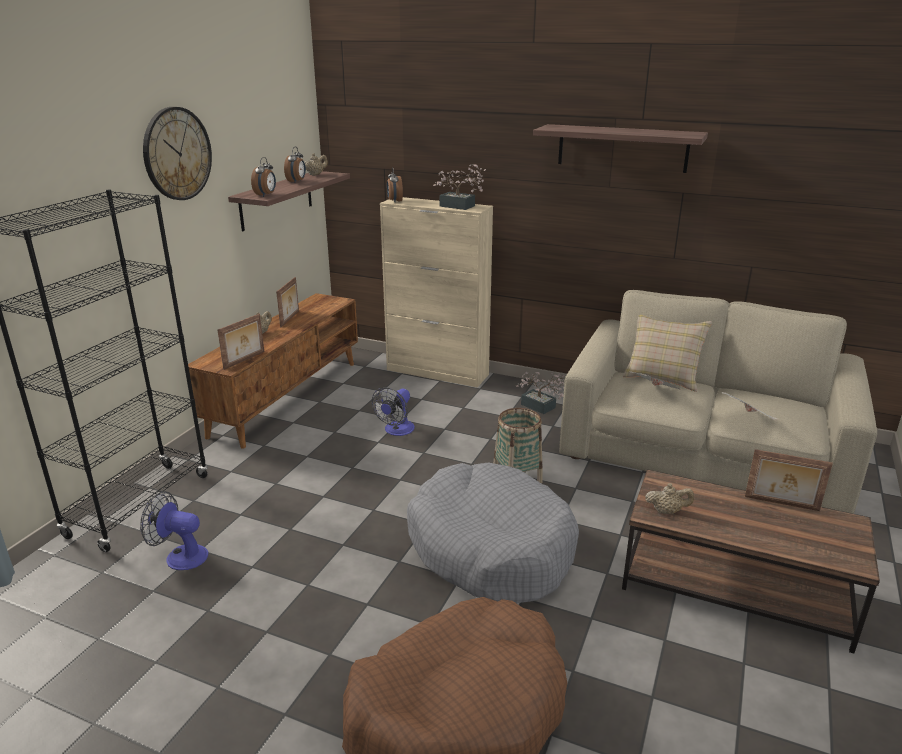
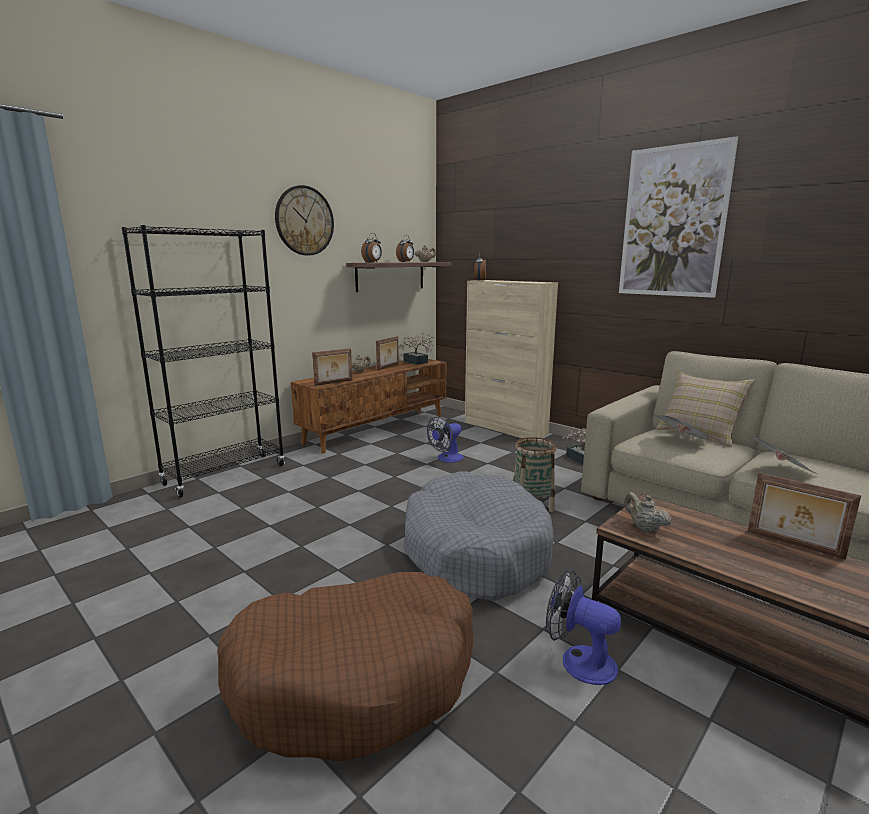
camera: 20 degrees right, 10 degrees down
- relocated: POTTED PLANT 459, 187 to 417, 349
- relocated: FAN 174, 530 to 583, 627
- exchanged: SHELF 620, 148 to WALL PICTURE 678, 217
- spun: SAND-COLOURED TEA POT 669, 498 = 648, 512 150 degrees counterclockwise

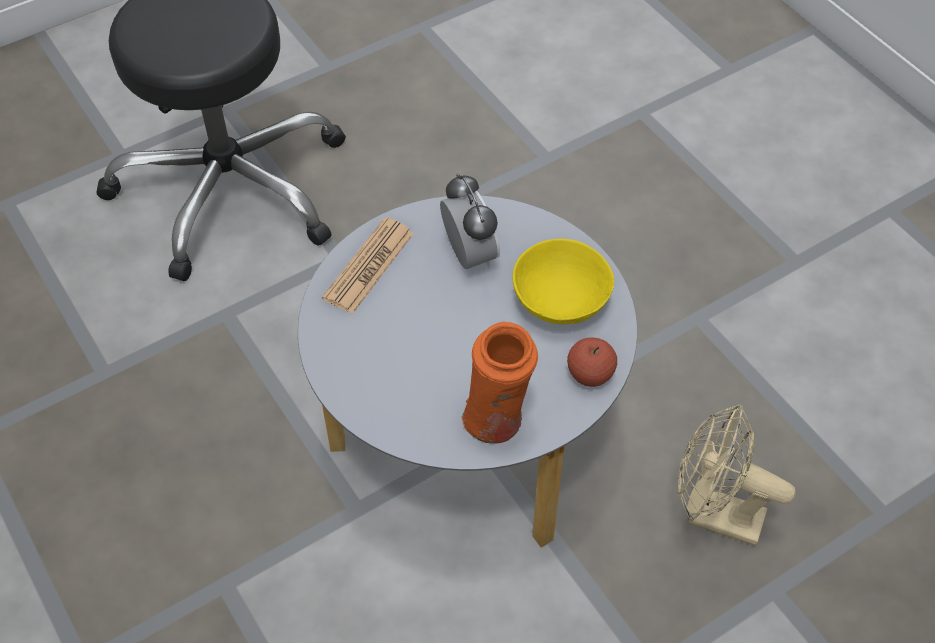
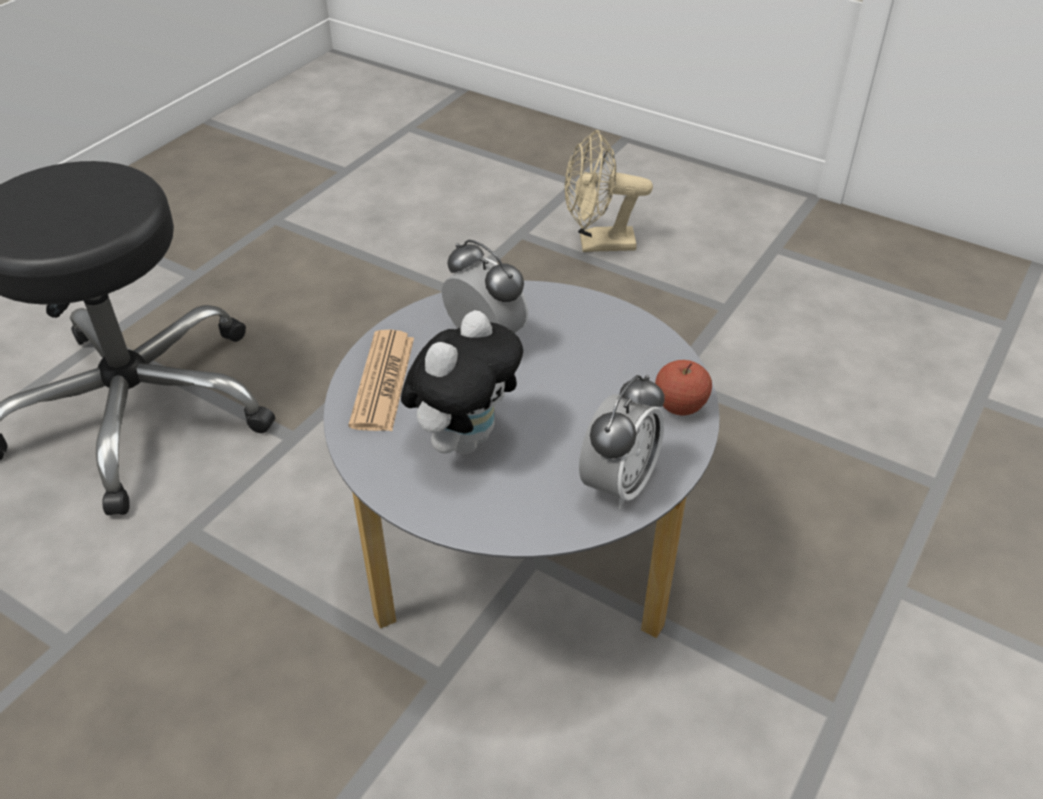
camera: 25 degrees left, 10 degrees down
- appeared: SOFT TOY 462, 382
- relocated: SAND-COLOURED FAN 736, 475 to 609, 191
- exchanged: ORANGE DECORATIVE VASE 499, 383 to BEDSIDE CLOCK 622, 442
- missing: YELLOW SERVING BOWL 563, 281

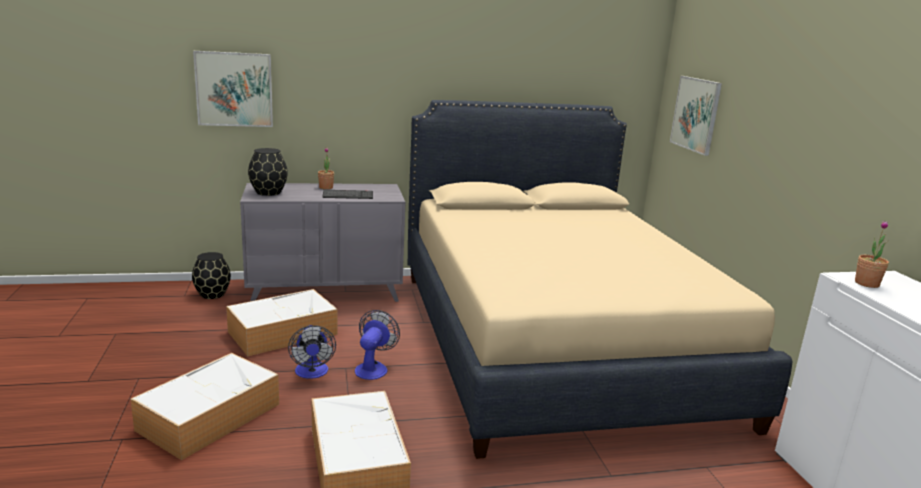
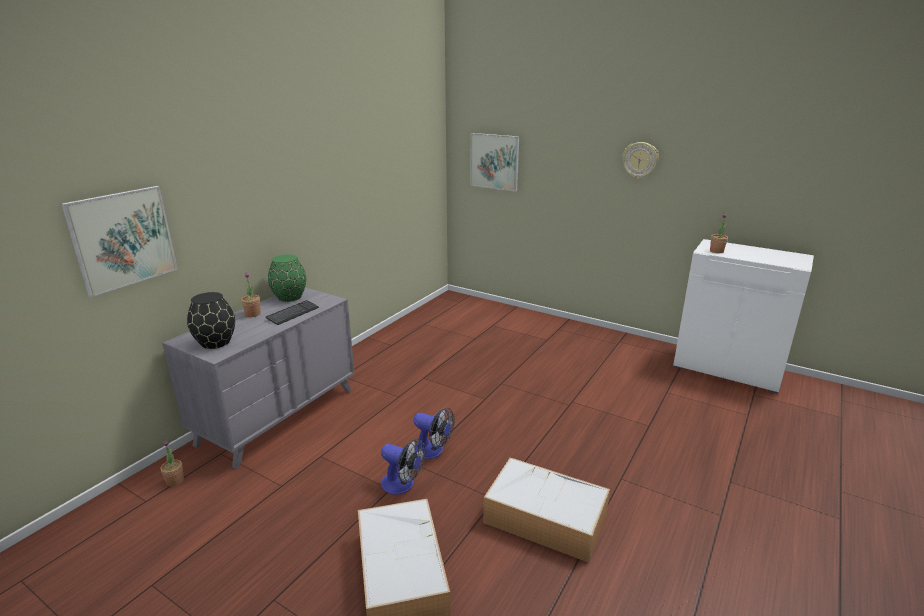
camera: 45 degrees left, 5 degrees up
- exchanged: BLACK DECORATIVE VASE 211, 275 to POTTED PLANT 172, 463
- appeared: GREENISH DECORATIVE VASE 287, 278
- spun: FAN 377, 345 = 433, 433 150 degrees clockwise
- appeared: WALL CLOCK 640, 160
- missing: STORAGE BOX 281, 322
- missing: SAND-COLOURED SLEEPING BED 599, 279

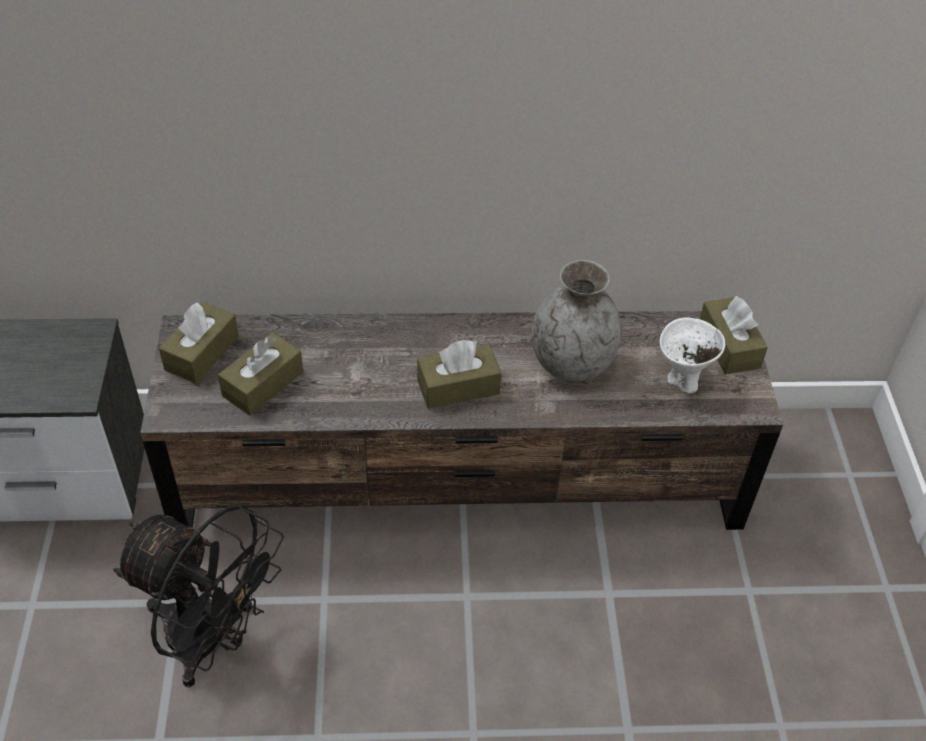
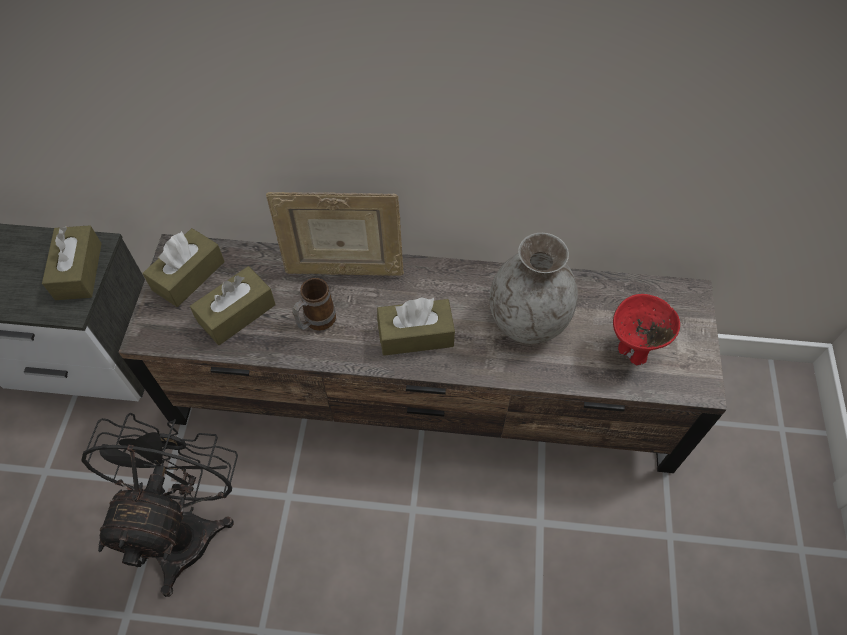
camera: 10 degrees right, 10 degrees up
- relocated: BROWN-COLOURED TISSUE HOLDER 734, 335 to 72, 262
- spun: BLACK FAN 198, 596 = 159, 505 120 degrees counterclockwise
- appeared: PICTURE FRAME 335, 234
- appeared: TEA MUG 314, 304
- colour: WHITE SERVING BOWL 692, 355 to RED SERVING BOWL 646, 330

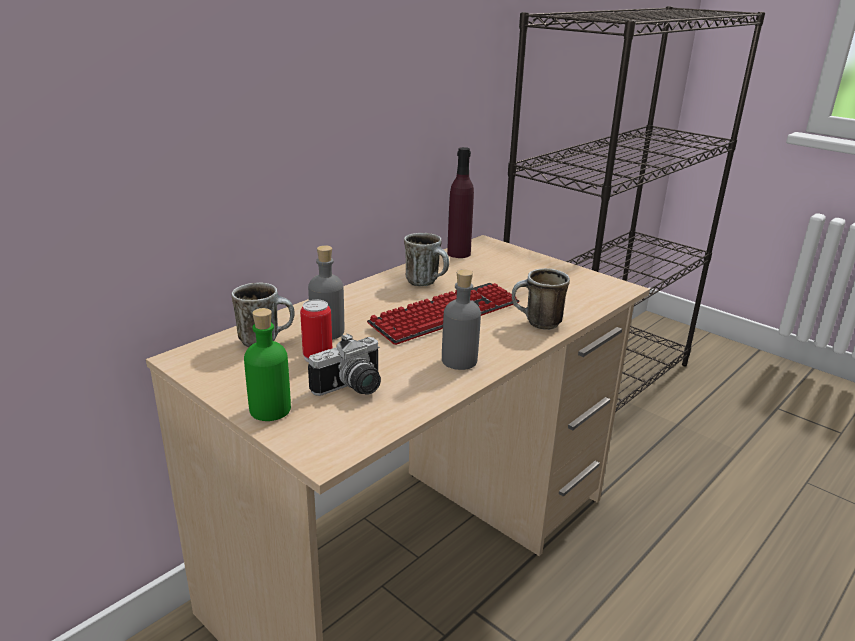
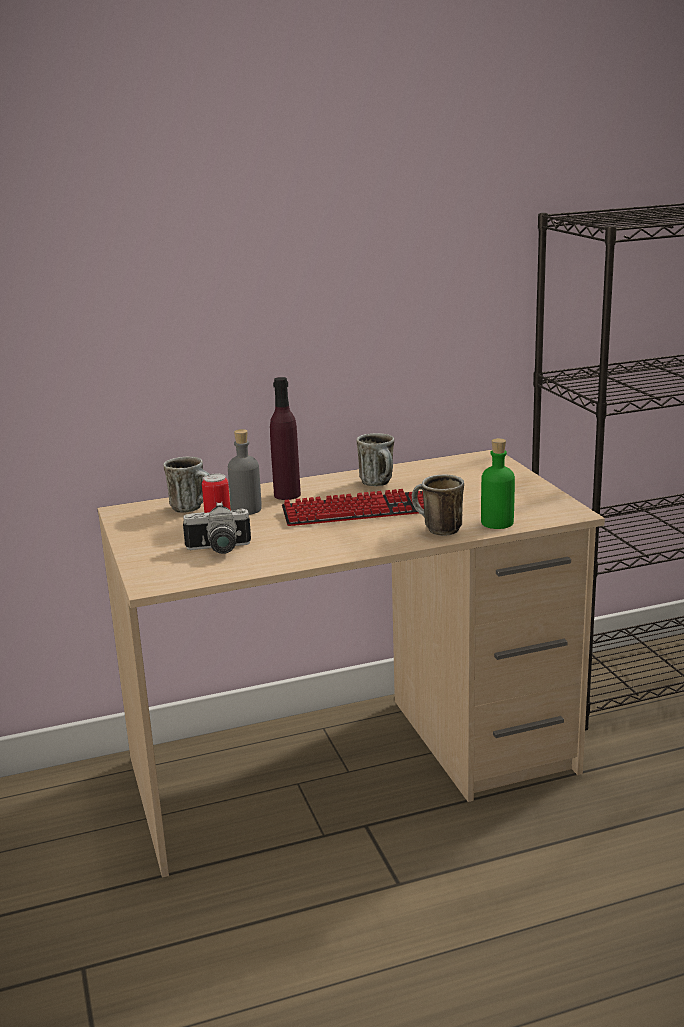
camera: 30 degrees right, 5 degrees down
- relocated: PURPLISH BOTTLE 460, 202 to 285, 438
- relocated: GREENISH BOTTLE 267, 364 to 498, 483
- missing: GREY BOTTLE 461, 319

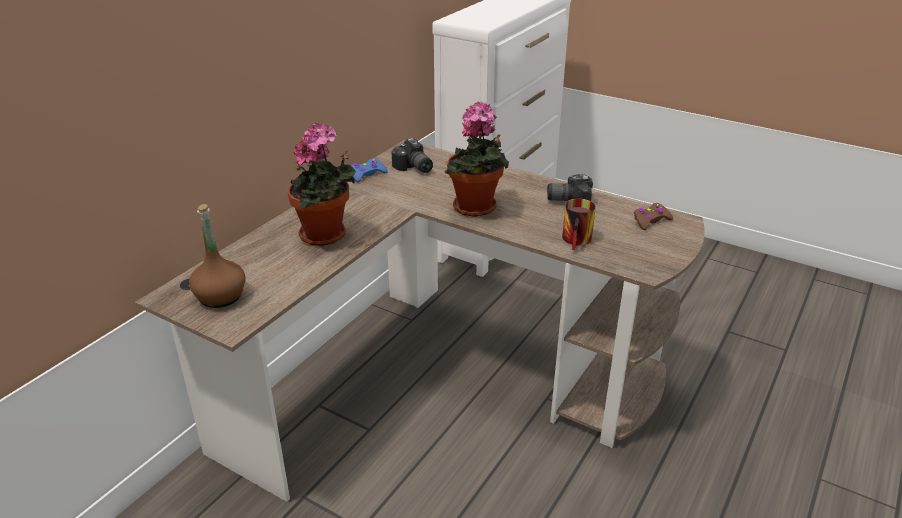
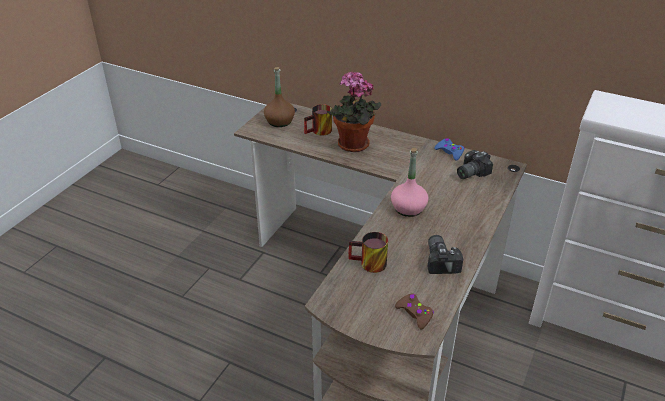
camera: 85 degrees right, 5 degrees up
- appeared: TEA MUG 318, 119
- exchanged: POTTED PLANT 476, 159 to PINK-COLOURED BOTTLE 410, 182

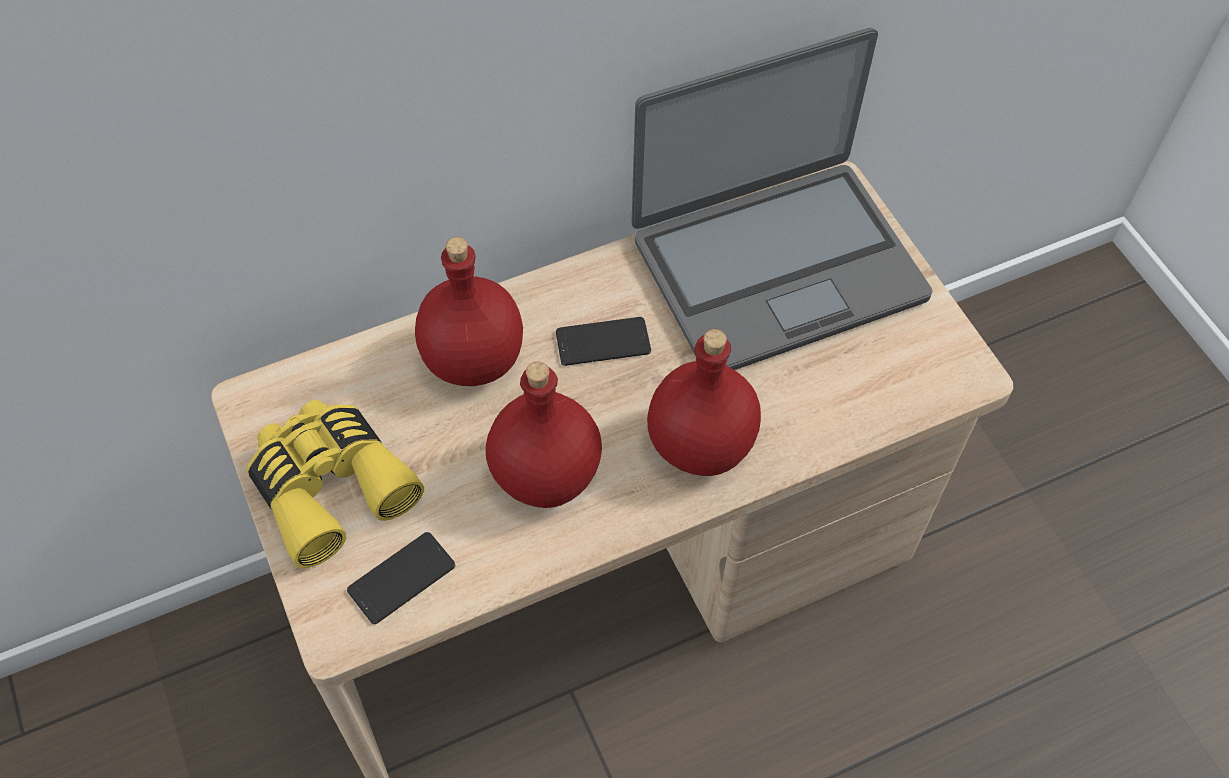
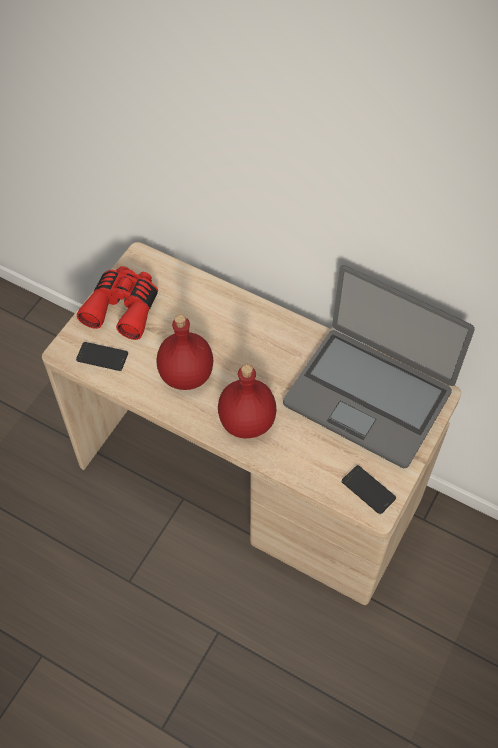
camera: 55 degrees right, 0 degrees up
- colour: YELLOW FIELD GLASSES 335, 484 to RED FIELD GLASSES 117, 303
- relocated: PHONE 603, 341 to 368, 489
- missing: RED BOTTLE 469, 311

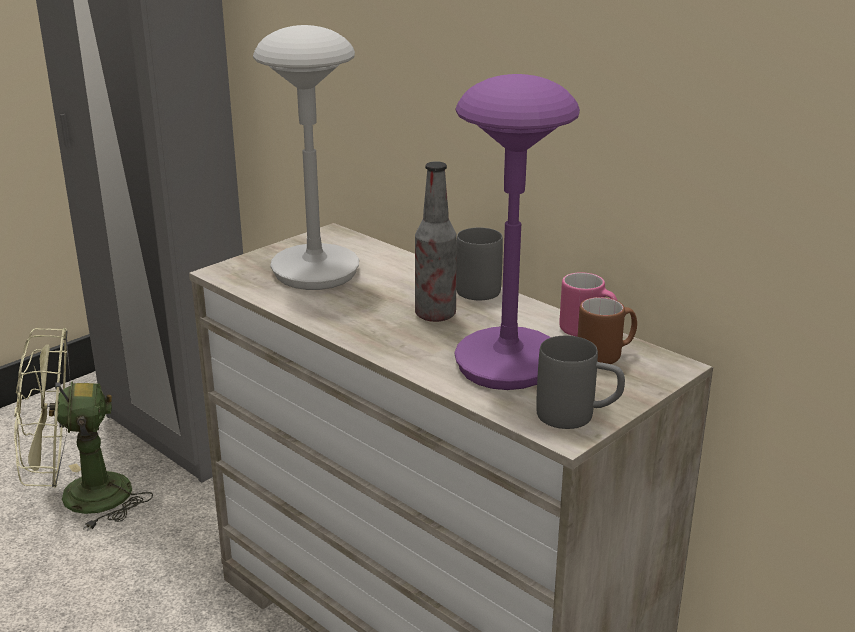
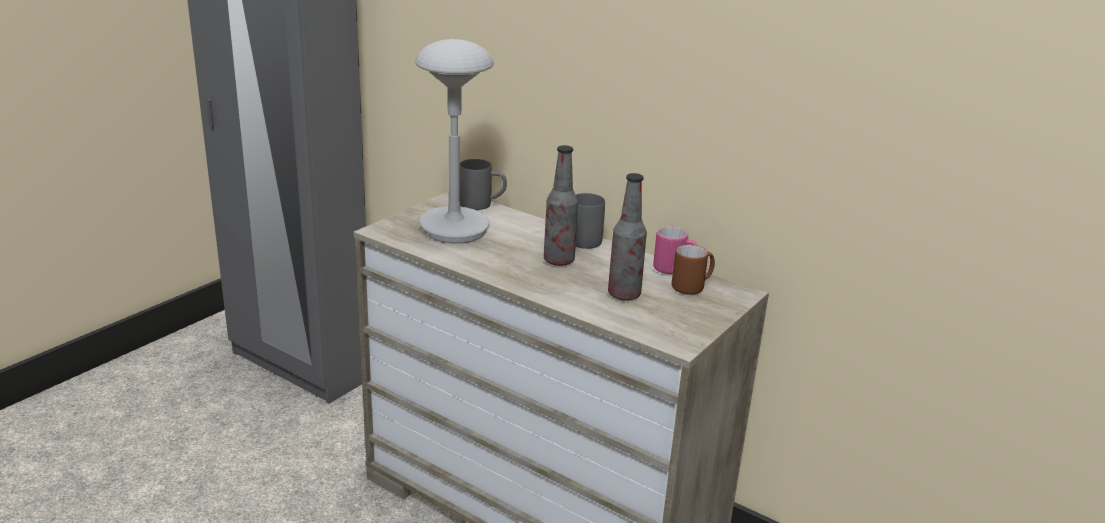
camera: 10 degrees left, 0 degrees up
- relocated: GREY TEA MUG 580, 382 to 483, 184
- exchanged: PURPLISH TABLE LAMP 517, 232 to BOTTLE 627, 236
- missing: GREENISH FAN 83, 429

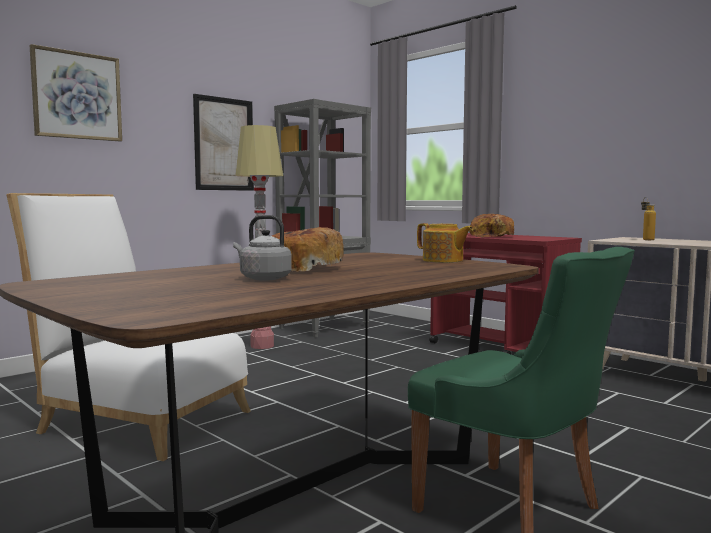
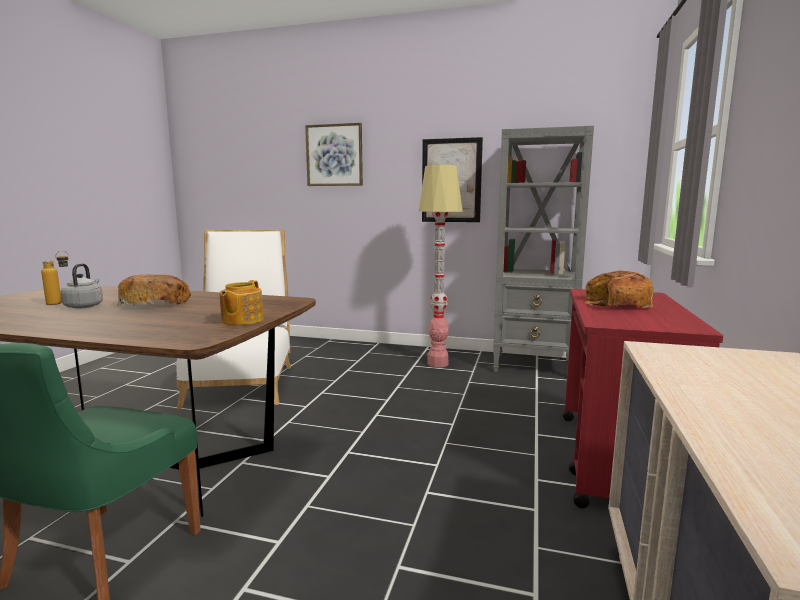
camera: 60 degrees right, 5 degrees up
- relocated: BOTTLE 648, 218 to 55, 278

